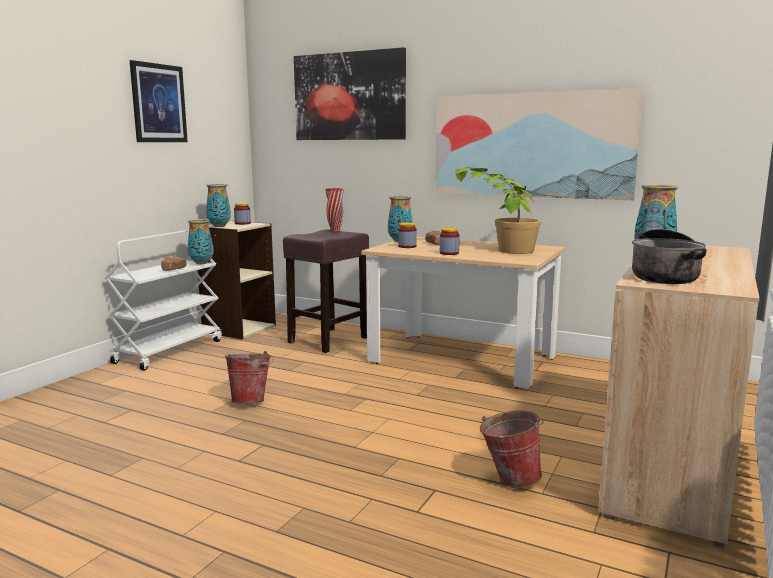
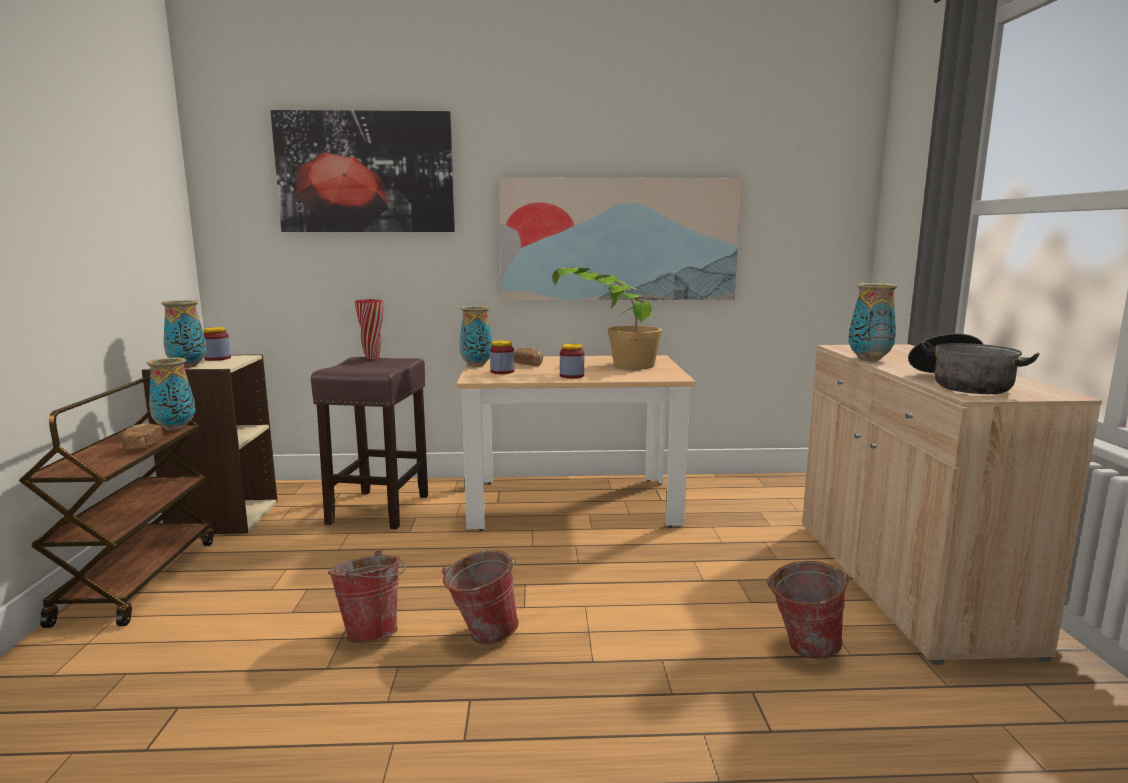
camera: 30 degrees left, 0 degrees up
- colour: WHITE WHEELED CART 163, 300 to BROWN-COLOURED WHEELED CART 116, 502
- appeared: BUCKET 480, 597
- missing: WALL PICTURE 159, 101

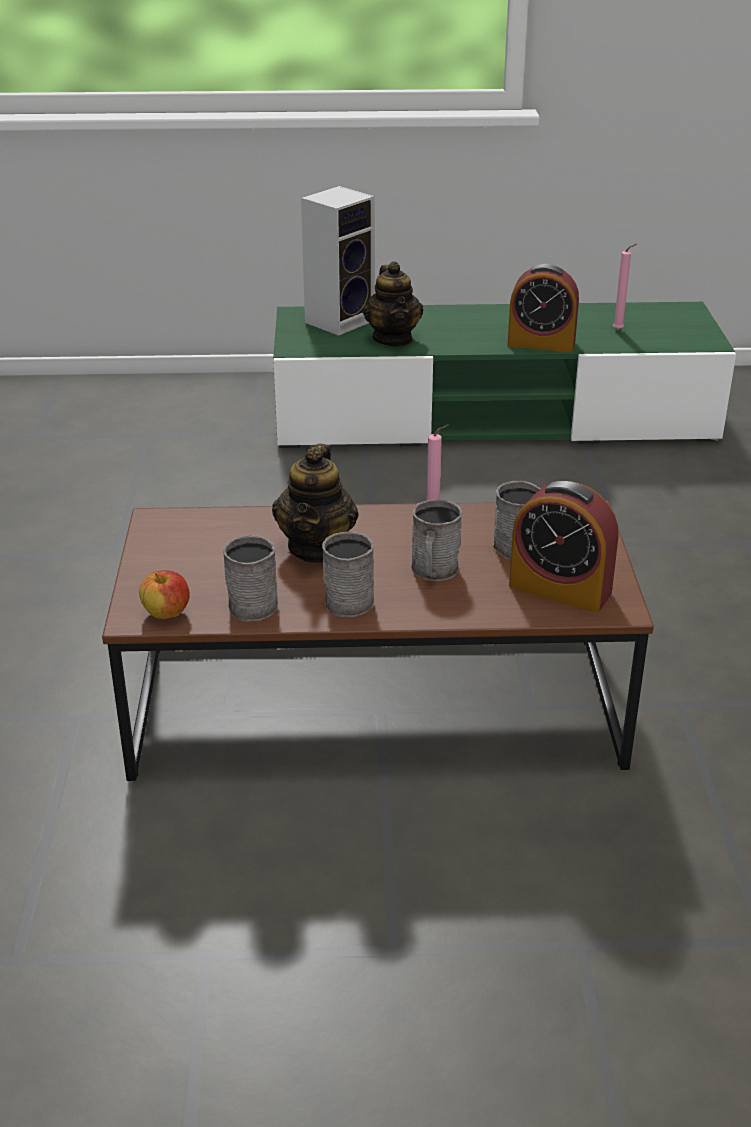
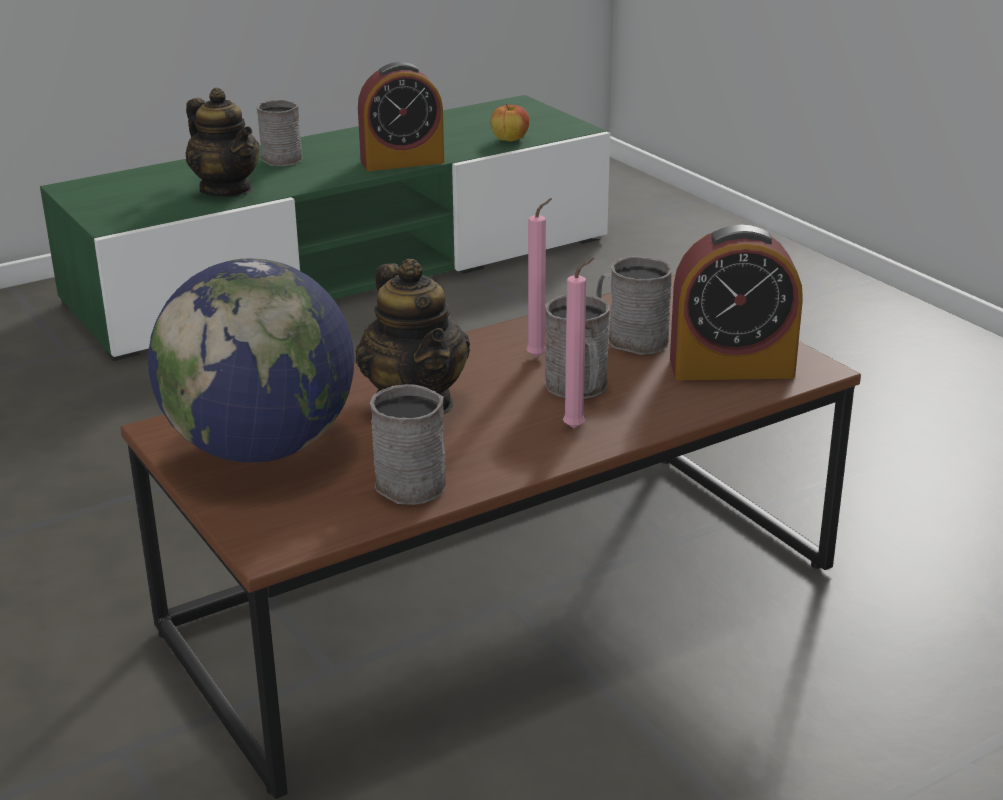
camera: 30 degrees left, 5 degrees down
- appeared: GLOBE 251, 361
- relocated: GREY TEA MUG 348, 574 to 280, 133
- relocated: APPLE 164, 594 to 509, 123
- relocated: PINK-COLOURED CANDLE 625, 287 to 578, 342
- missing: SPEAKER 338, 261

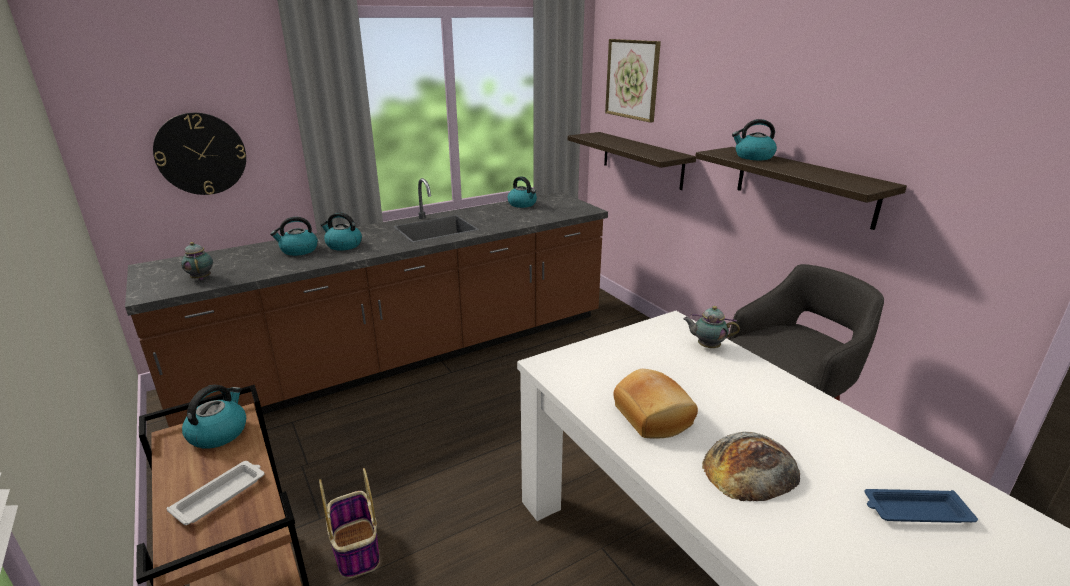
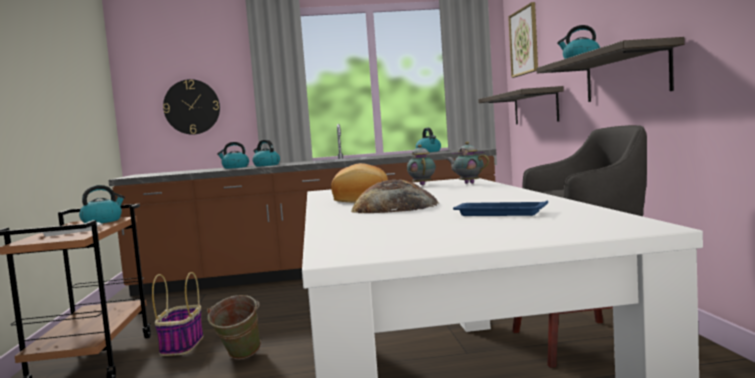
camera: 25 degrees right, 20 degrees down
- appeared: GREENISH BUCKET 234, 327
- relocated: TEA POT 197, 261 to 421, 165

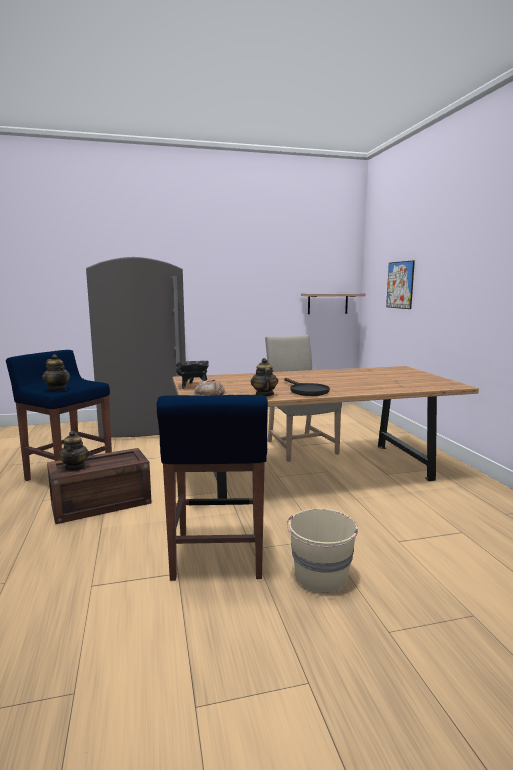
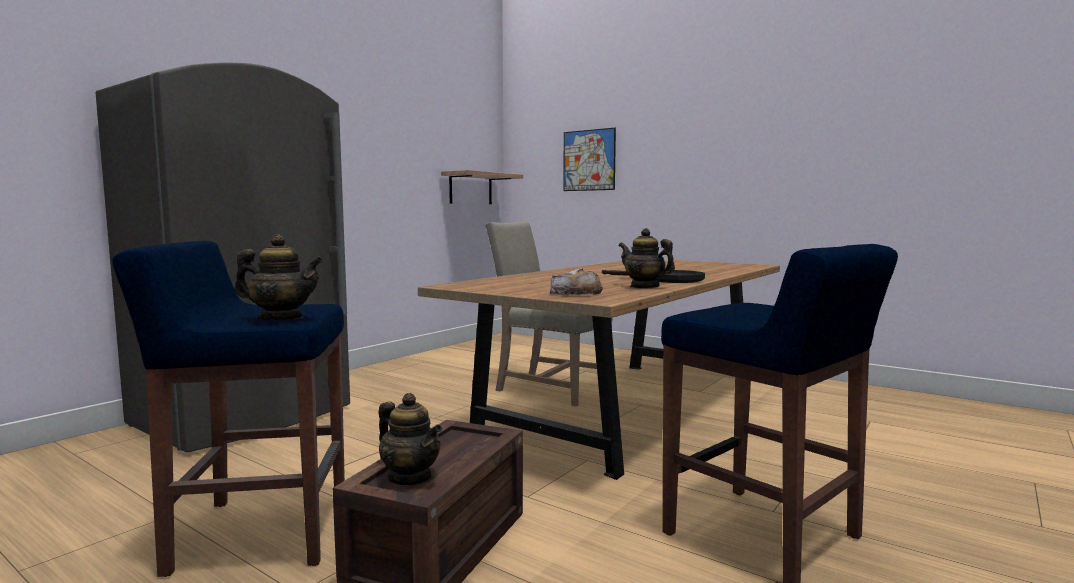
camera: 40 degrees left, 5 degrees down
- missing: BLACK COOKING POT 192, 375
- missing: SAND-COLOURED BUCKET 322, 551

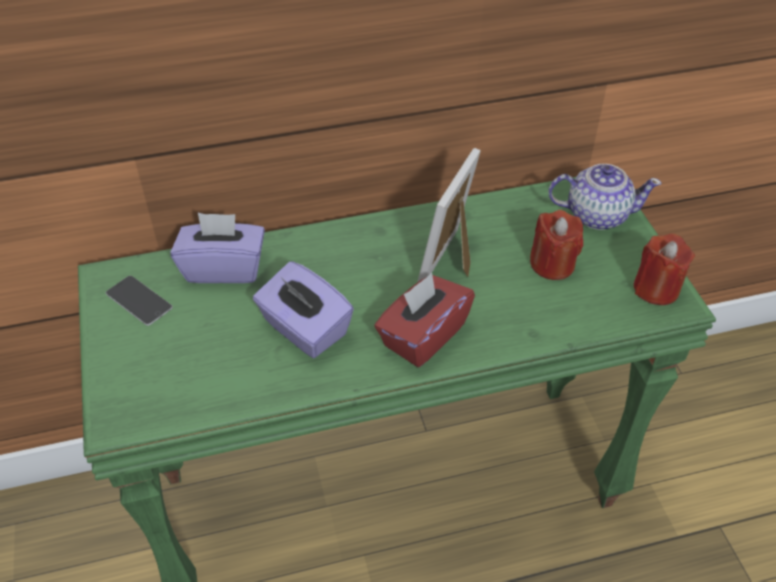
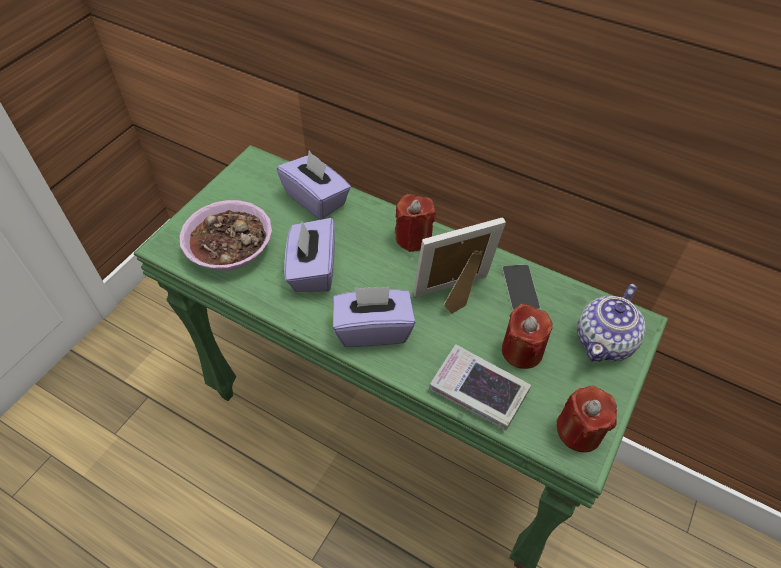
camera: 45 degrees right, 5 degrees up
- appeared: SERVING BOWL 225, 235
- colour: RED TISSUE HOLDER 424, 320 to PURPLISH TISSUE HOLDER 374, 317
- appeared: RED CANDLE 415, 223
- appeared: BOOK 480, 387
- relocated: PHONE 139, 301 to 521, 287
- spun: TEA POT 605, 197 = 611, 323 75 degrees clockwise

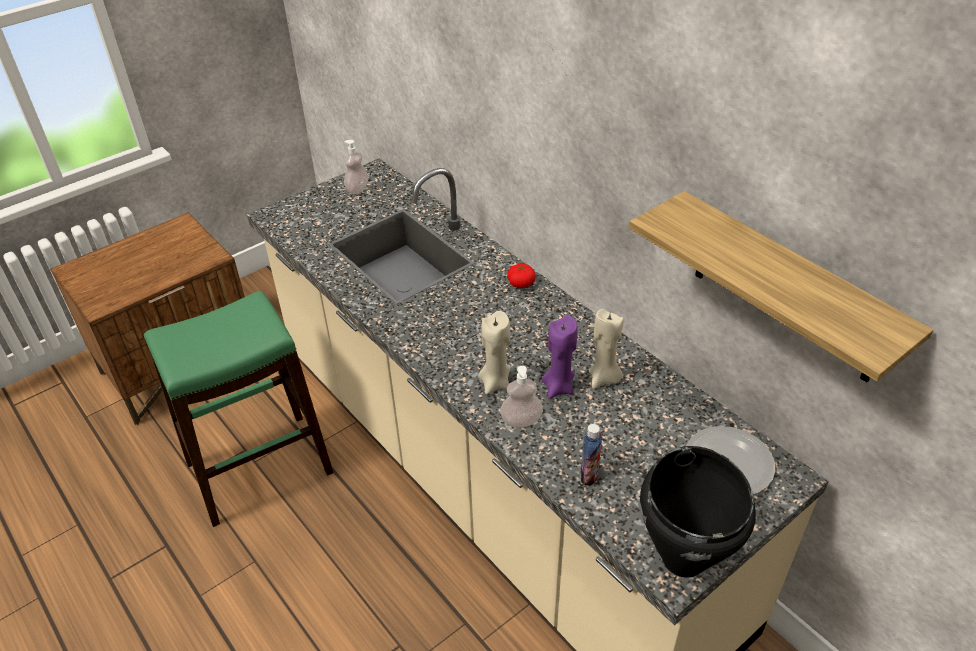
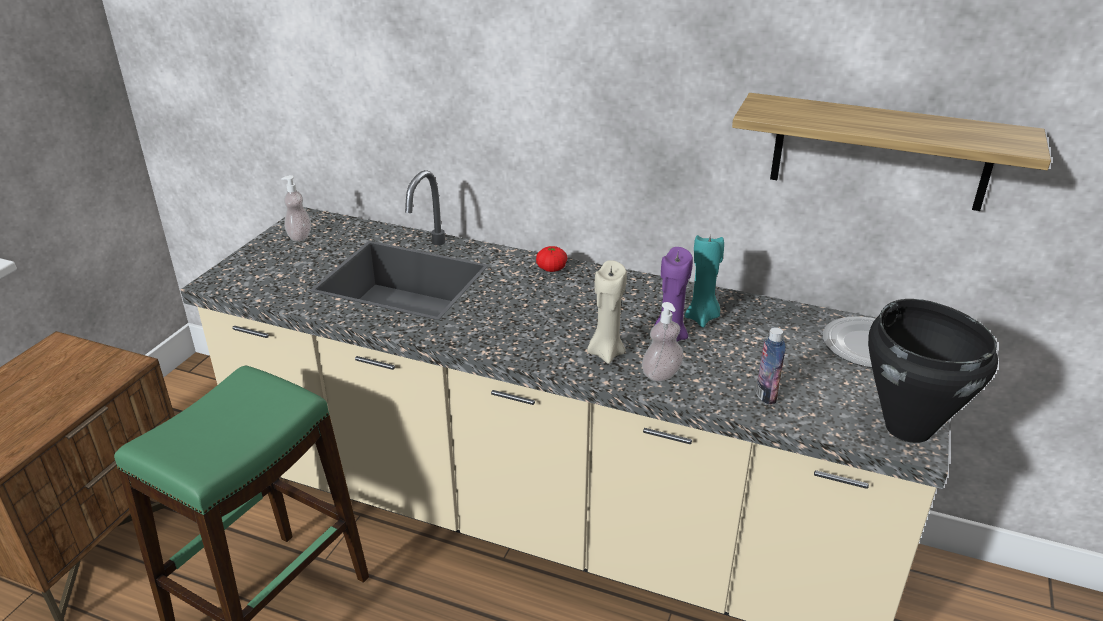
camera: 30 degrees left, 10 degrees down
- colour: SAND-COLOURED CANDLE 606, 348 to BLUE-GREEN CANDLE 704, 280

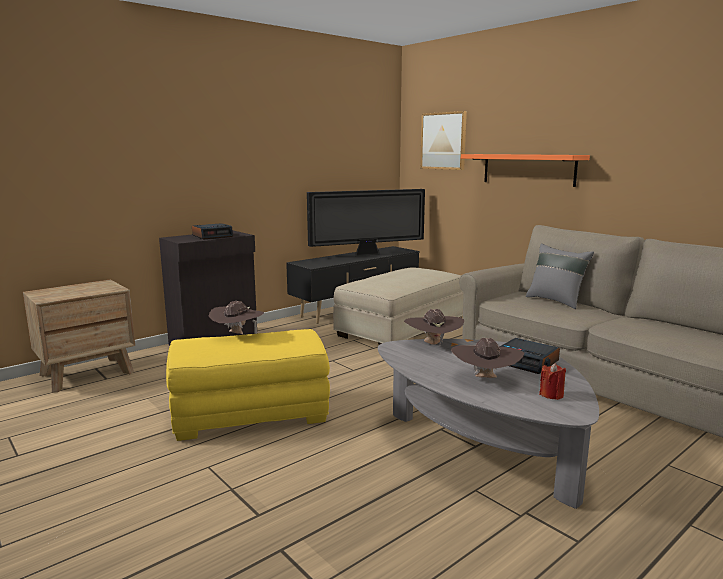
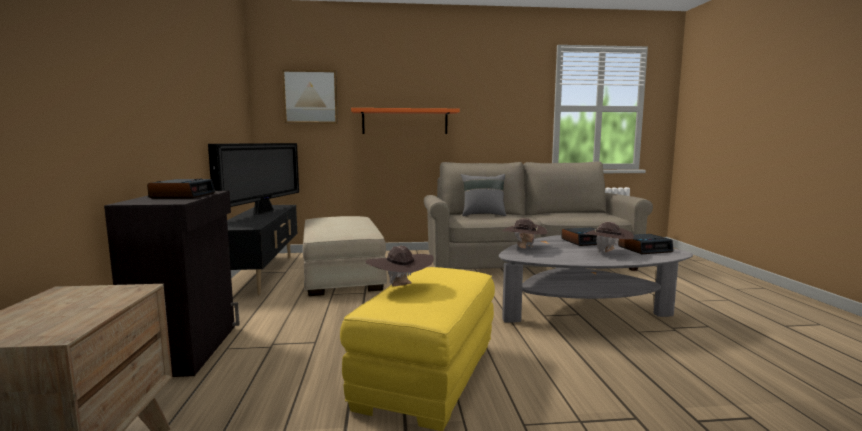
camera: 55 degrees left, 5 degrees down
- exchanged: RED CANDLE 552, 381 to BEDSIDE CLOCK 645, 244

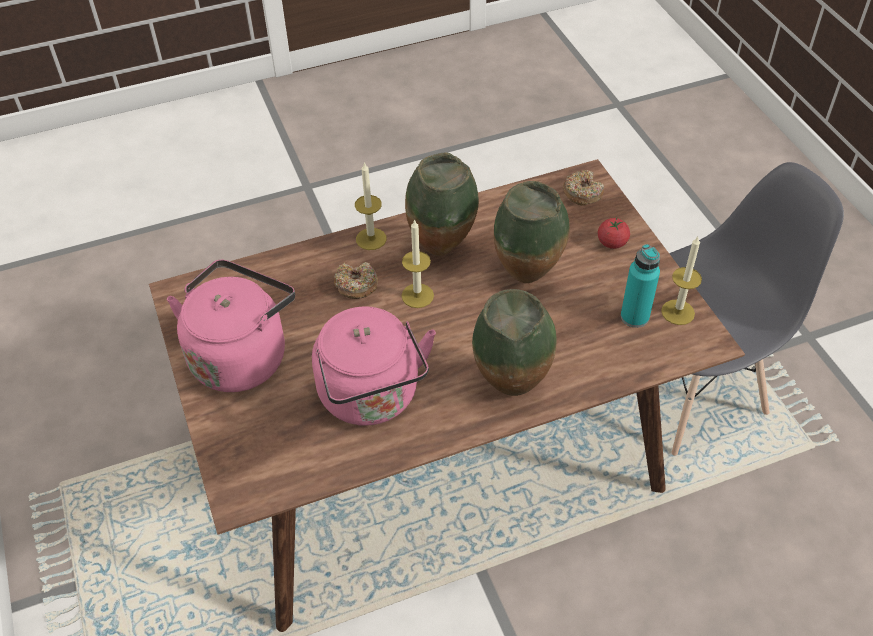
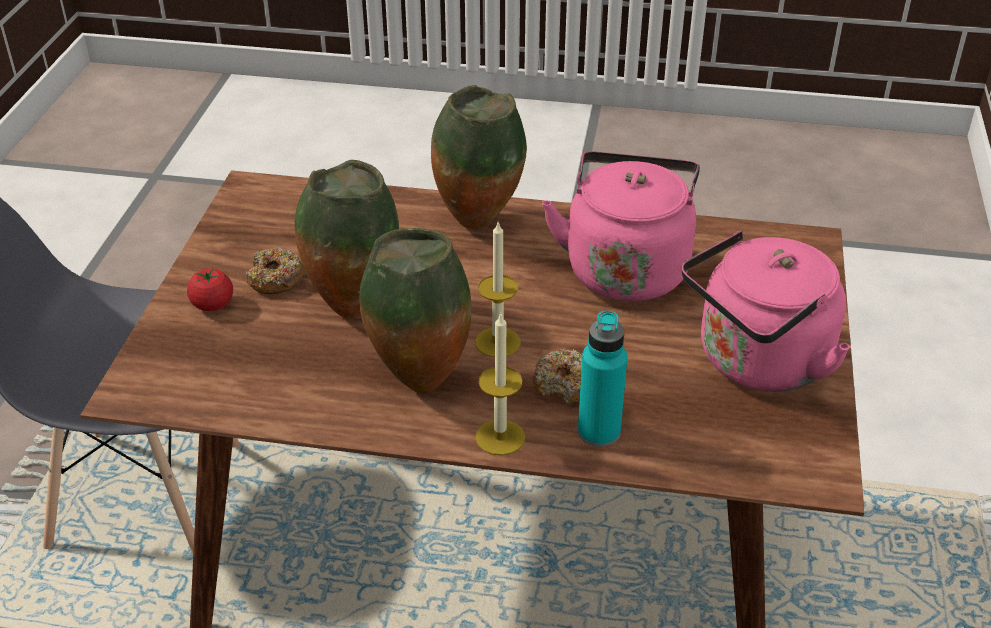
camera: 150 degrees left, 10 degrees down
- relocated: DOUGHNUT 583, 187 to 275, 271
- relocated: BLUE-GREEN BOTTLE 640, 286 to 602, 378
- missing: CANDLE 681, 281

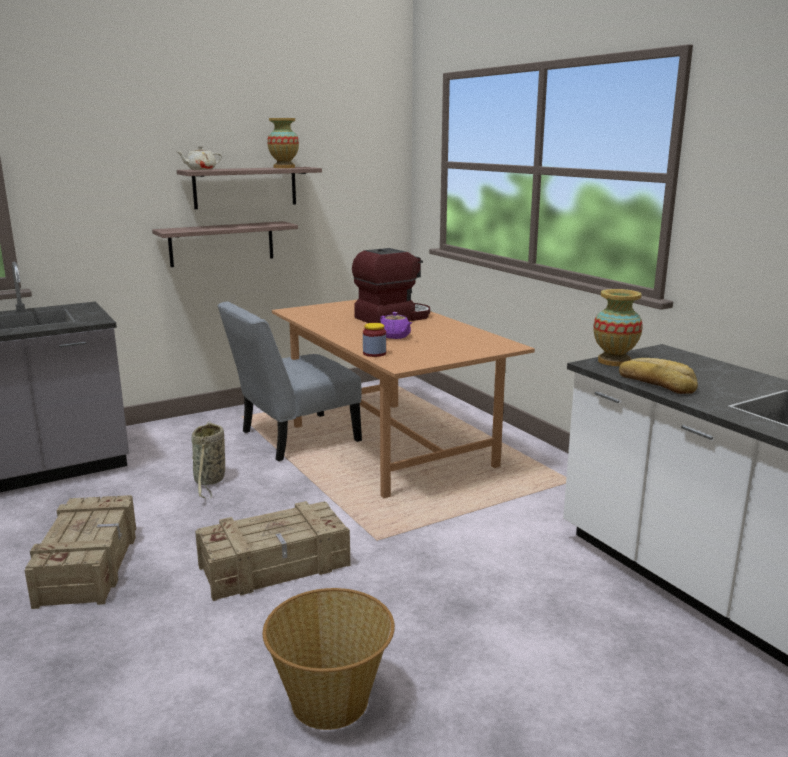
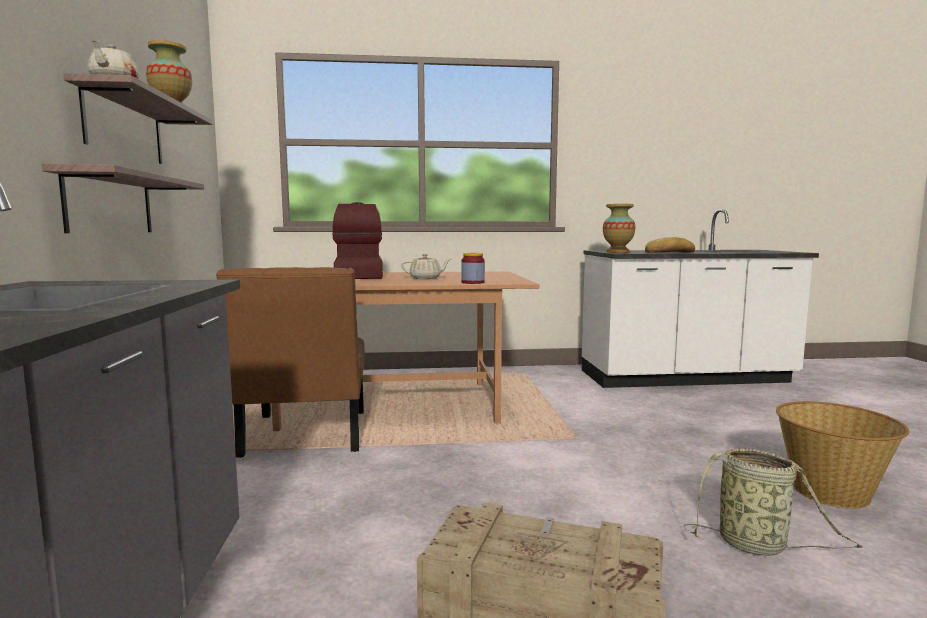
camera: 65 degrees left, 10 degrees down
- colour: GREY PLAIN CHAIR 290, 381 to BROWN-COLOURED PLAIN CHAIR 290, 362
- colour: PURPLISH TEA POT 396, 325 to SAND-COLOURED TEA POT 426, 266
- relocated: STORAGE BASKET 208, 460 to 773, 502
- missing: CRATE 273, 551

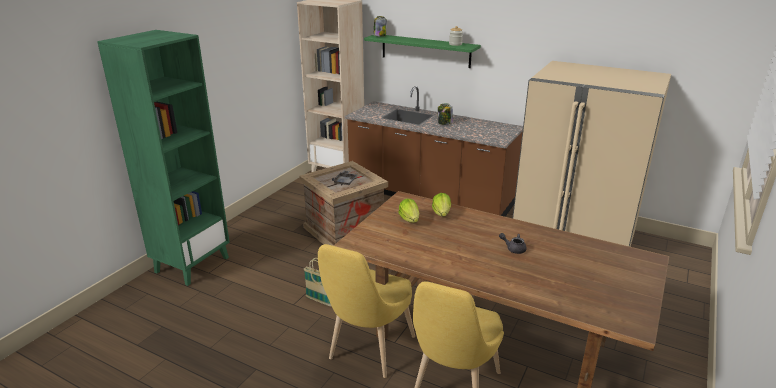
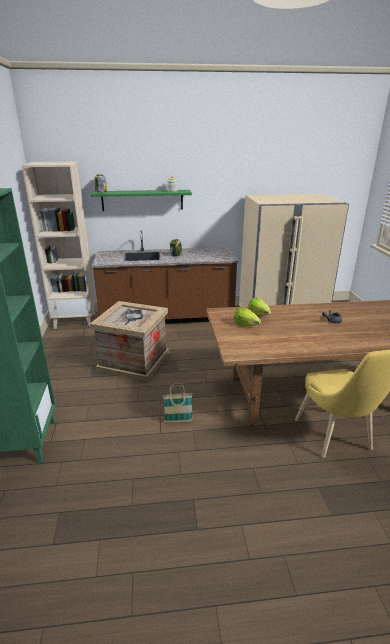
camera: 35 degrees left, 0 degrees up
- missing: YELLOW PLAIN CHAIR 366, 311

